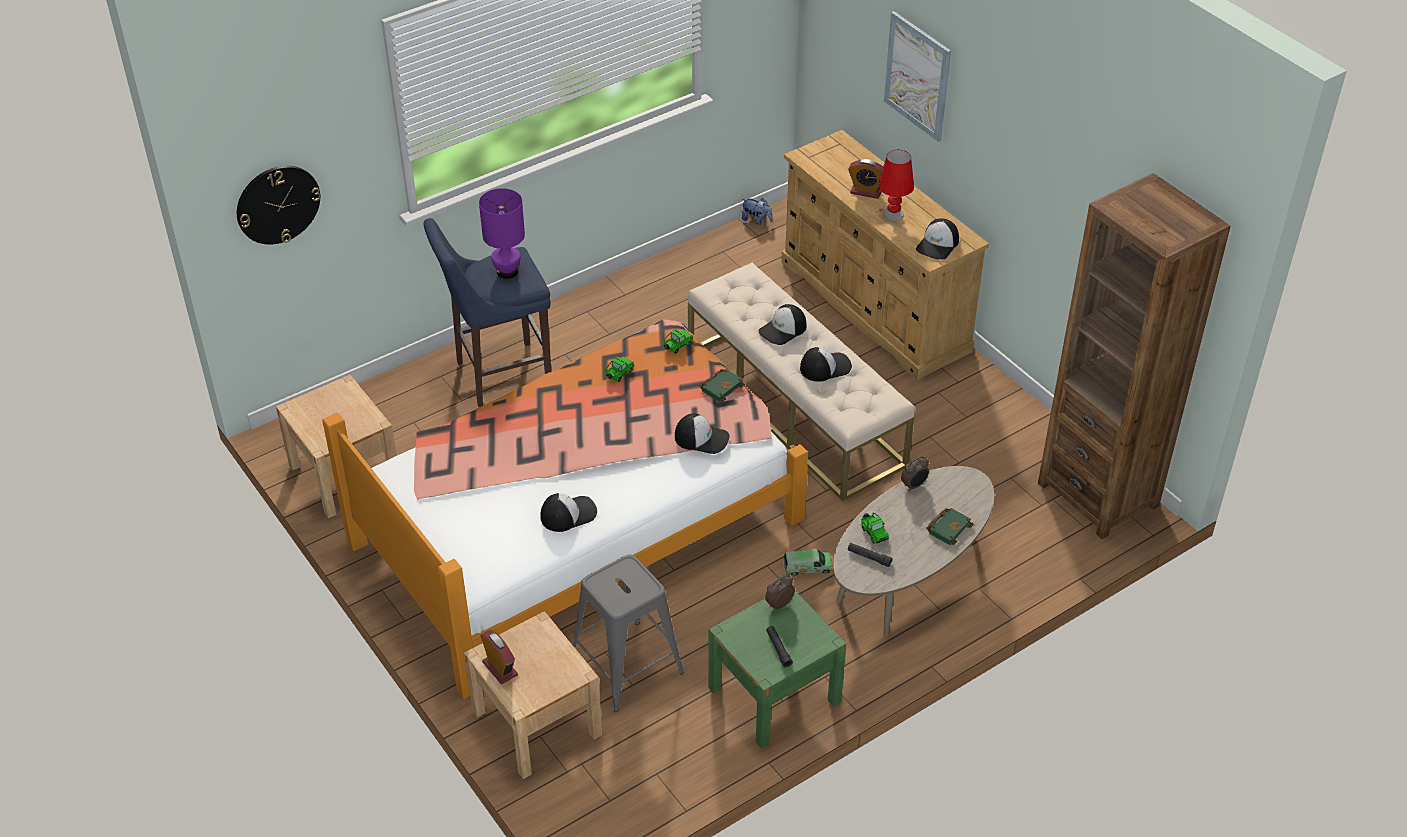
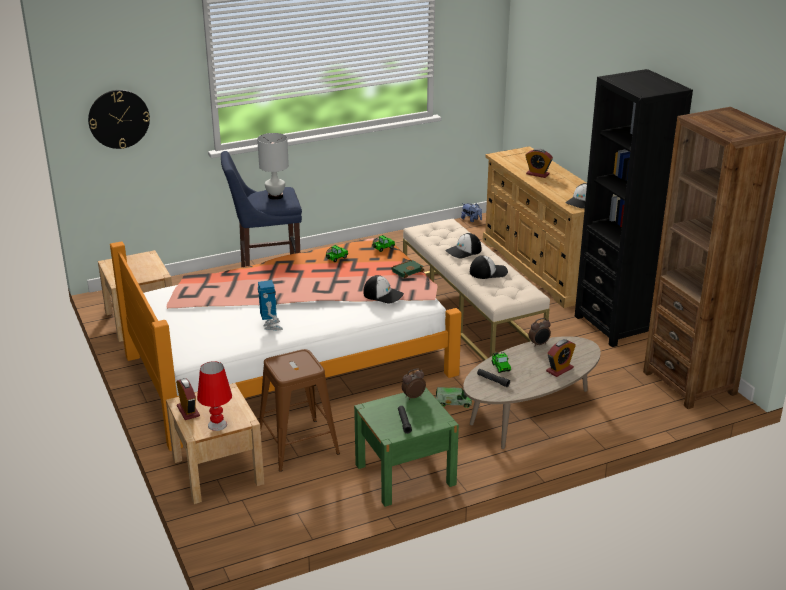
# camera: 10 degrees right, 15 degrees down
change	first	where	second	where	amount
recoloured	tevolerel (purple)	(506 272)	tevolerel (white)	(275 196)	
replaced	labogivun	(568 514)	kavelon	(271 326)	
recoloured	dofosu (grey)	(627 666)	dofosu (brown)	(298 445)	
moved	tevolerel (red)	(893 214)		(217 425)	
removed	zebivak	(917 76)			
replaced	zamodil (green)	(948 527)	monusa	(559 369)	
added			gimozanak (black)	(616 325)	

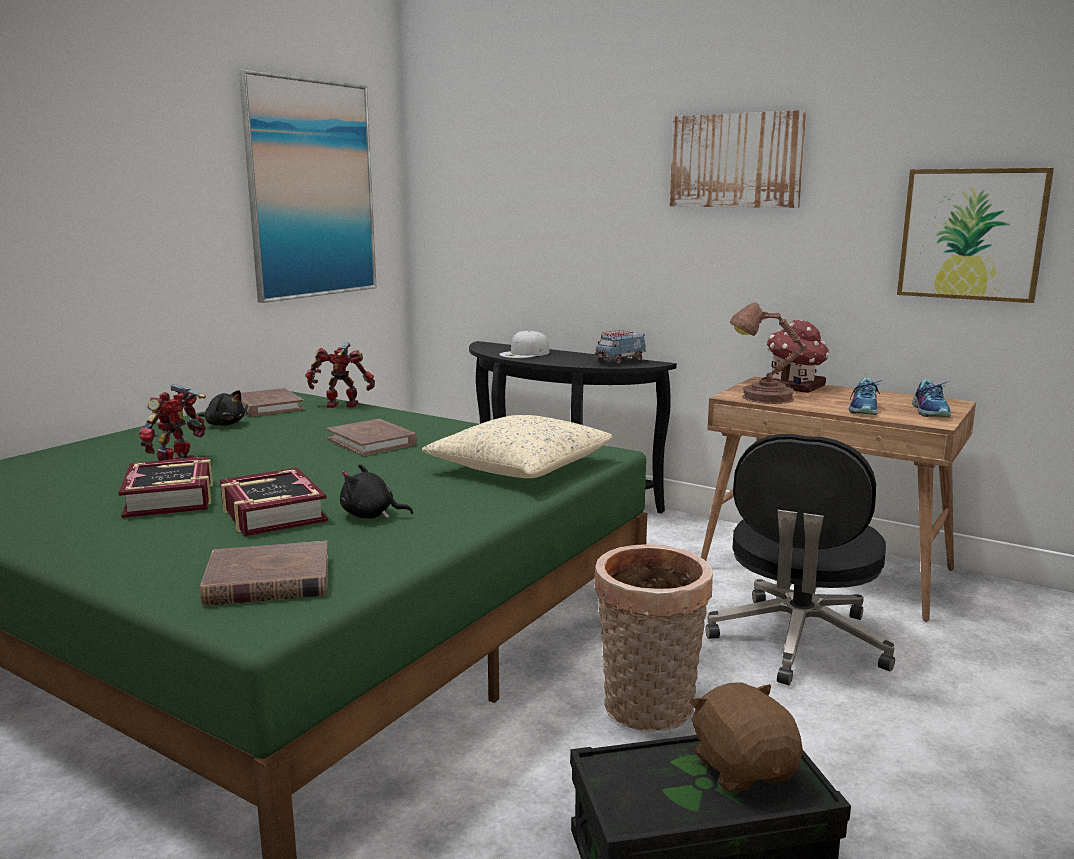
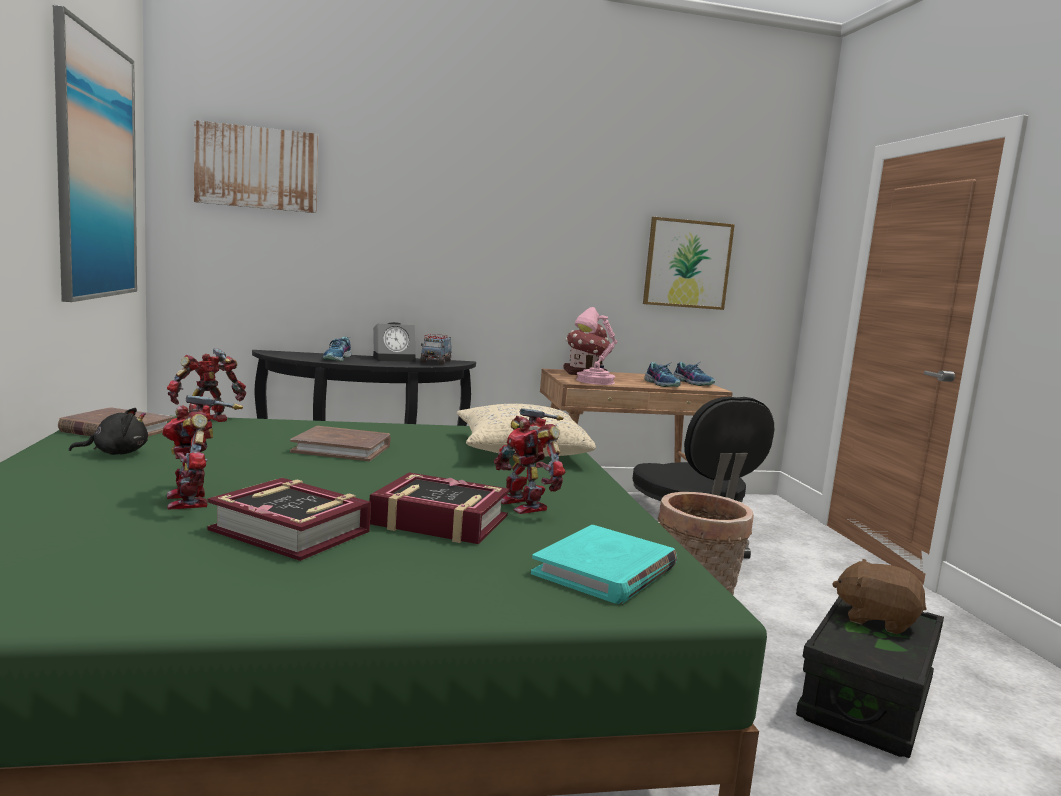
# camera: 45 degrees left, 5 degrees down
change	first	where	second	where	amount
recoloured	zamodil (brown)	(268 581)	zamodil (turquoise)	(605 570)	
replaced	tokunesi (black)	(371 515)	kavelon	(525 505)	
replaced	labogivun (white)	(525 354)	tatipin	(338 358)	
moved	zebivak	(736 161)		(257 168)	
recoloured	tevolerel (brown)	(763 398)	tevolerel (pink)	(593 381)	
added			monusa	(395 359)	

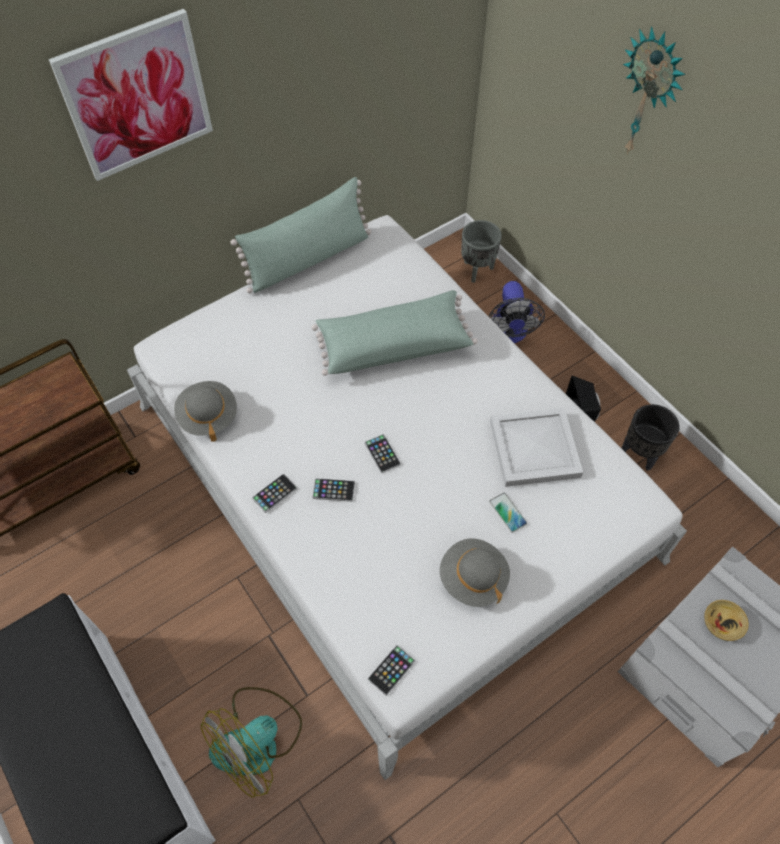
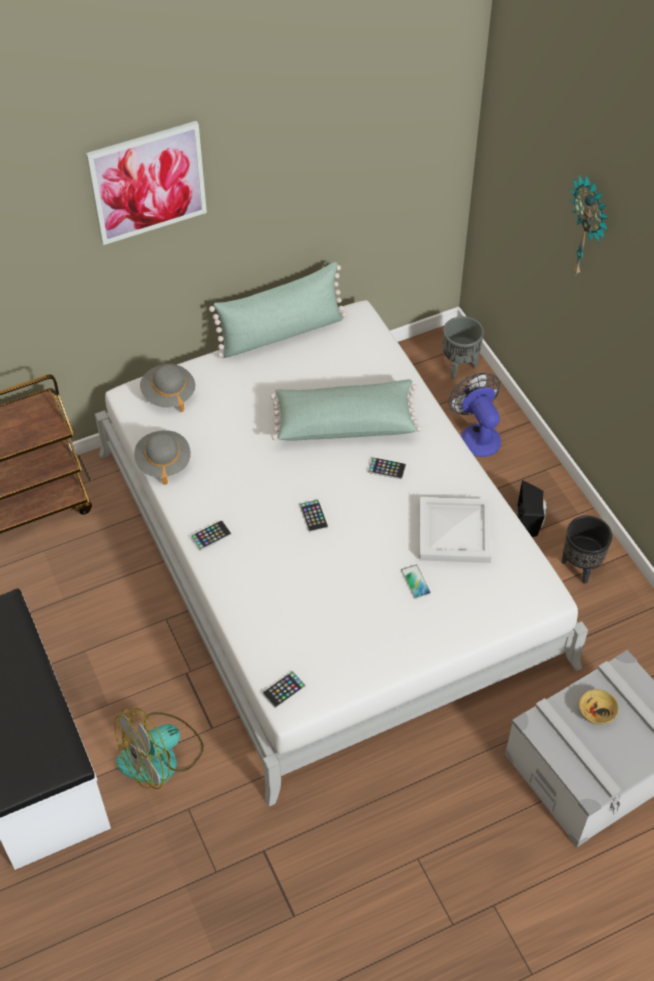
# camera: 10 degrees right, 5 degrees down
change	first	where	second	where	amount
moved	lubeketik	(333 490)		(386 468)	
moved	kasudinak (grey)	(473 578)		(168 394)	
turned	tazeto	(509 334)		(477 434)	150 degrees clockwise

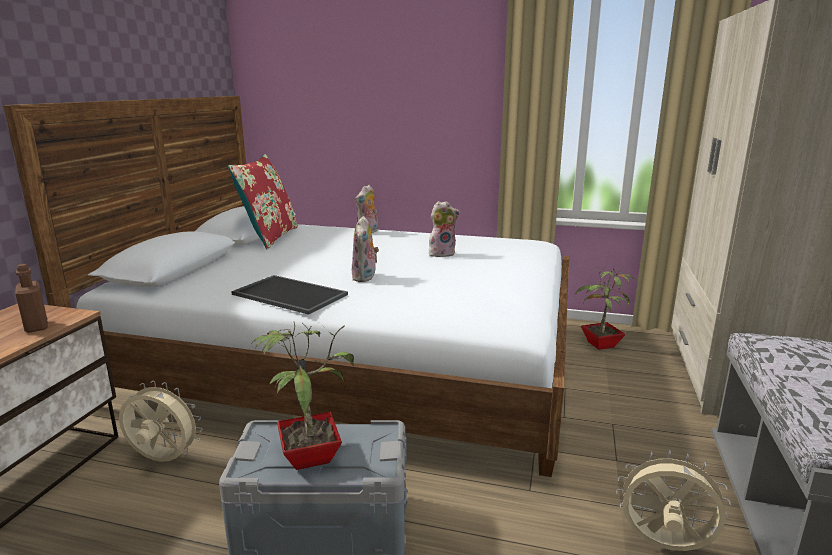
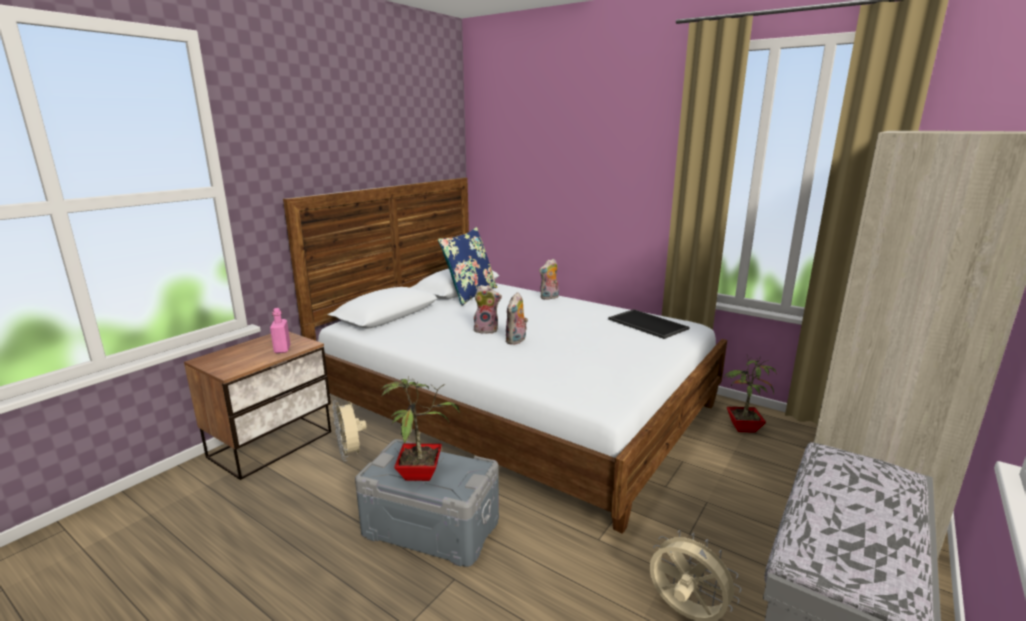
# camera: 20 degrees right, 0 degrees up
change	first	where	second	where	amount
recoloured	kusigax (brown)	(36 326)	kusigax (pink)	(282 349)	
turned	tazeto (beige)	(162 460)		(351 454)	150 degrees counterclockwise
recoloured	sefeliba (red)	(269 237)	sefeliba (blue)	(470 294)	
moved	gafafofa	(287 295)		(646 324)	
moved	tokunesi	(442 253)		(486 330)	

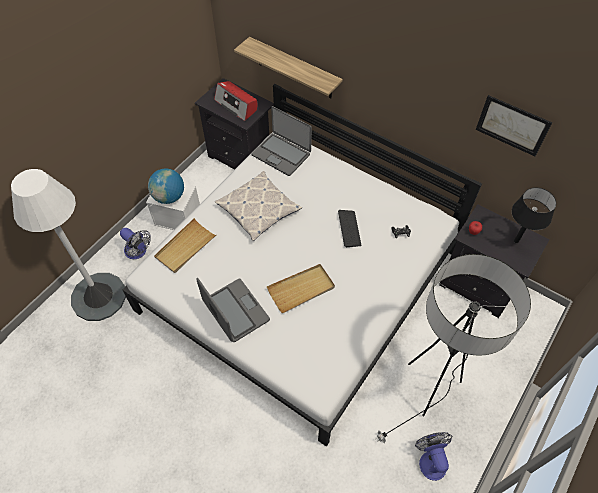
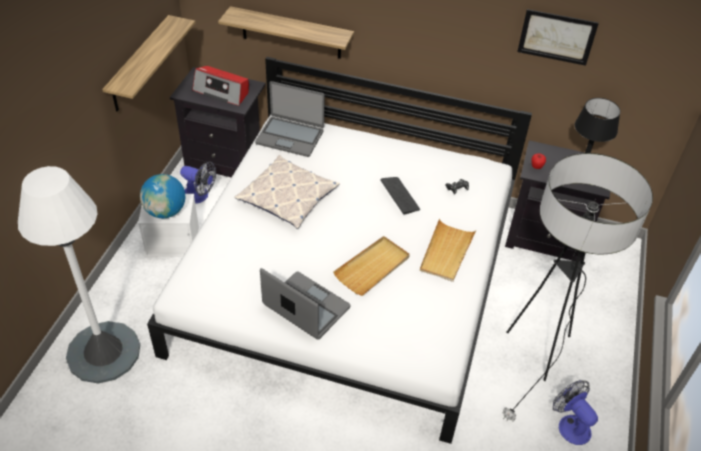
# camera: 20 degrees left, 10 degrees down
change	first	where	second	where	amount
moved	tazeto	(138 252)		(199 196)	
moved	gafafofa (beige)	(185 247)		(446 252)	
added			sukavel	(140 64)	

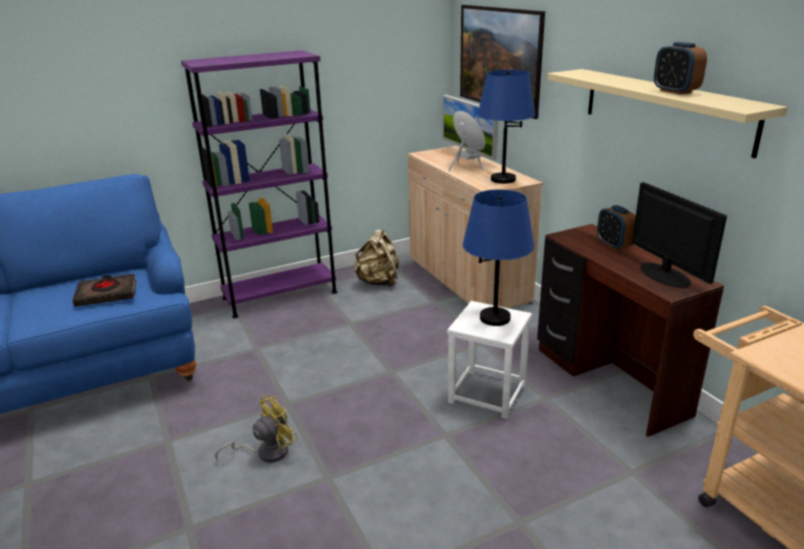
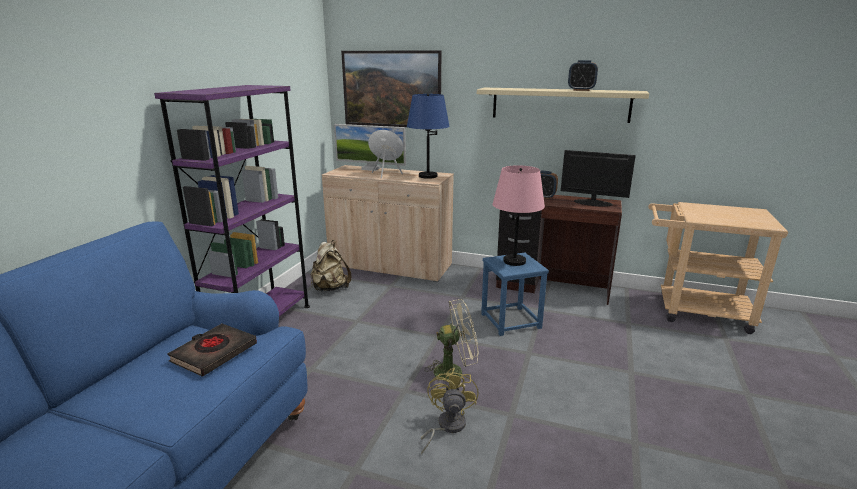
# camera: 45 degrees left, 5 degrees down
change	first	where	second	where	amount
recoloured	dofosu (white)	(487 394)	dofosu (blue)	(511 321)	
recoloured	tevolerel (blue)	(495 318)	tevolerel (pink)	(514 261)	
added			tazeto (beige)	(454 371)	

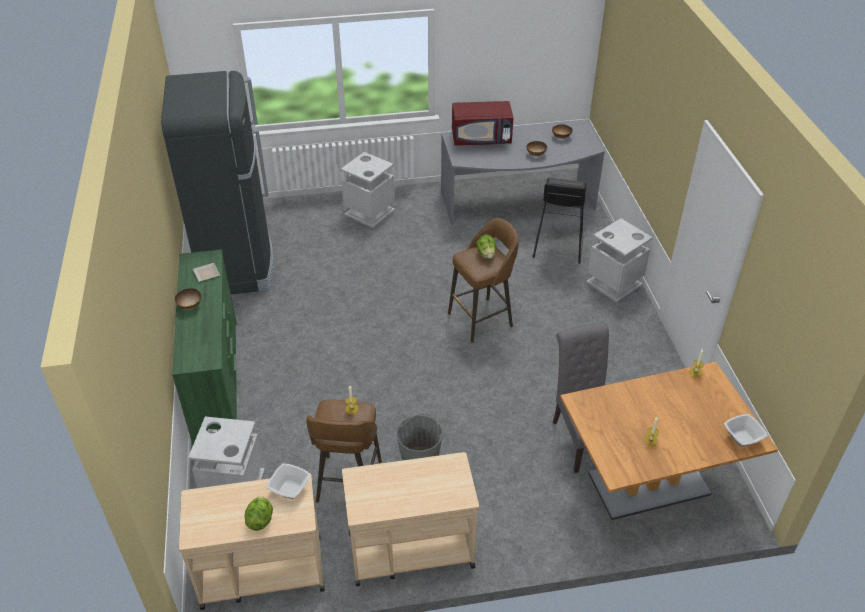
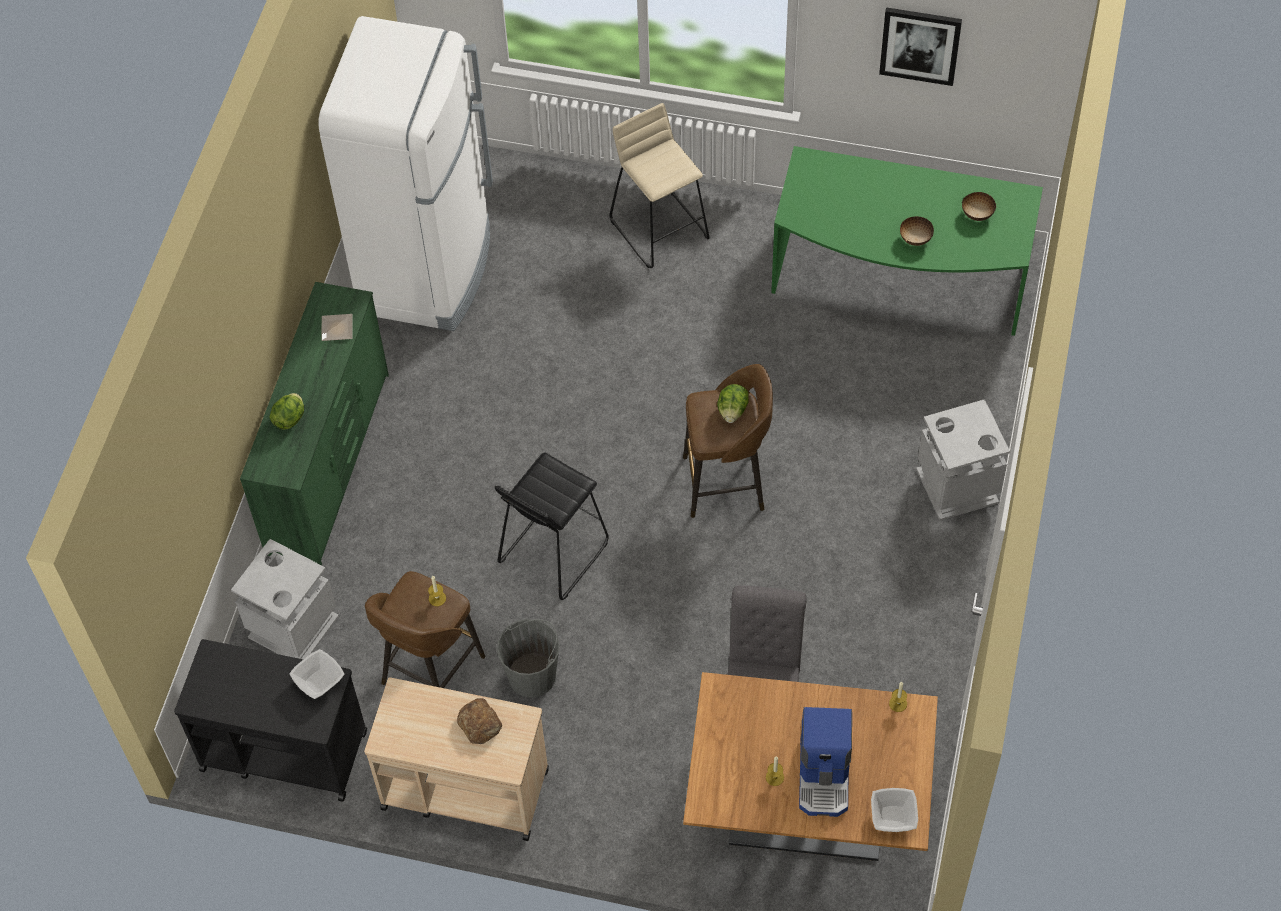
# camera: 25 degrees right, 15 degrees up
change	first	where	second	where	amount
recoloured	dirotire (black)	(237 265)	dirotire (white)	(428 270)	
removed	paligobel	(189 306)			
recoloured	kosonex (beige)	(261 572)	kosonex (black)	(283 750)	
moved	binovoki	(260 519)		(290 418)	
replaced	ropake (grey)	(369 212)	dofosu (beige)	(660 228)	
recoloured	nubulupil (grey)	(518 203)	nubulupil (green)	(899 282)	
removed	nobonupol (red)	(481 138)			
moved	dofosu (black)	(557 246)		(552 552)	
added			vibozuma	(480 723)	
added			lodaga	(825 776)	
added			zebivak	(920 45)	

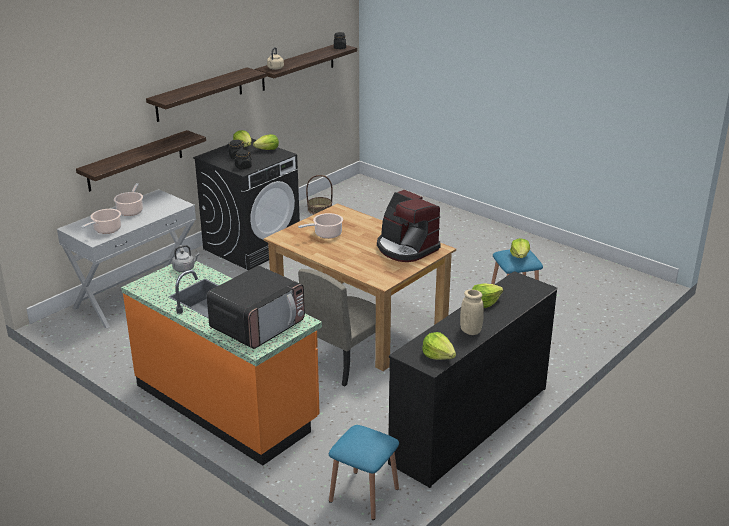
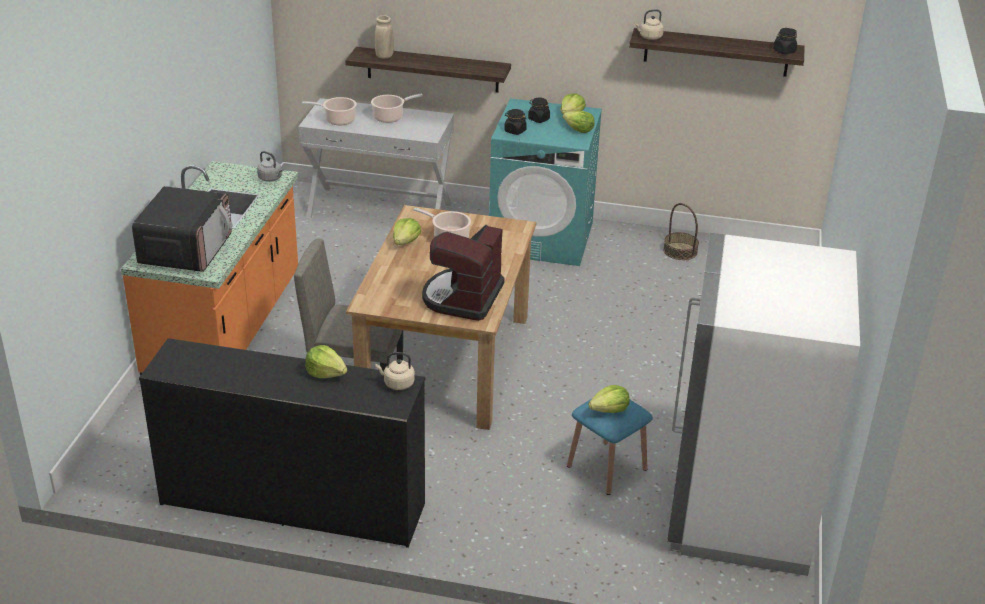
# camera: 60 degrees right, 5 degrees up
change	first	where	second	where	amount
removed	sukavel	(199 94)			
recoloured	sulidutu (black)	(252 246)	sulidutu (turquoise)	(542 238)	
turned	nobonupol	(258 325)		(186 250)	90 degrees counterclockwise
removed	dofosu (blue)	(364 495)			
moved	binovoki	(438 355)		(406 242)	
moved	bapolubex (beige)	(470 331)		(384 56)	
added			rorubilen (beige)	(397 383)	
added			dirotire (white)	(739 510)	

